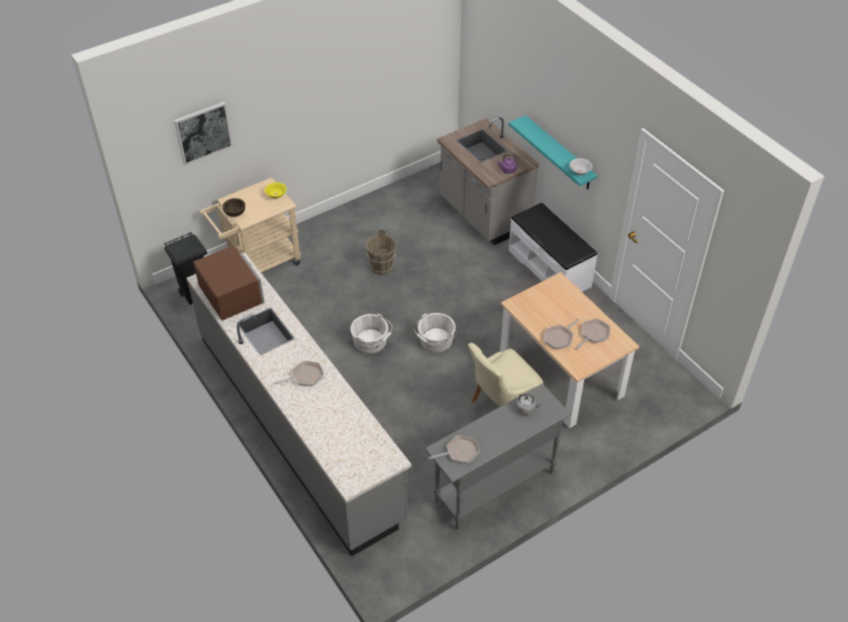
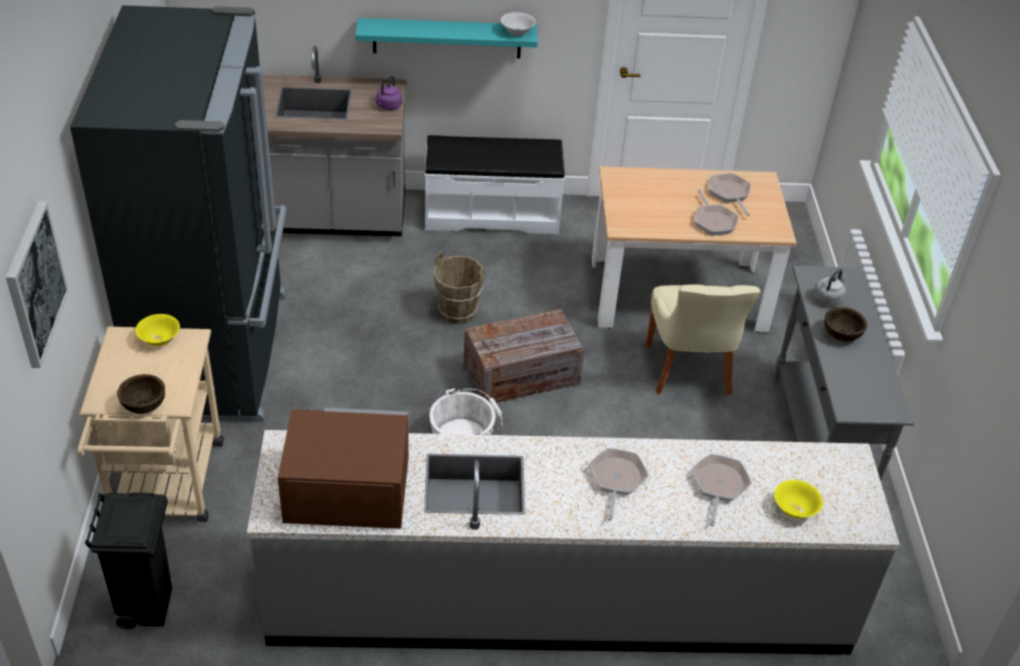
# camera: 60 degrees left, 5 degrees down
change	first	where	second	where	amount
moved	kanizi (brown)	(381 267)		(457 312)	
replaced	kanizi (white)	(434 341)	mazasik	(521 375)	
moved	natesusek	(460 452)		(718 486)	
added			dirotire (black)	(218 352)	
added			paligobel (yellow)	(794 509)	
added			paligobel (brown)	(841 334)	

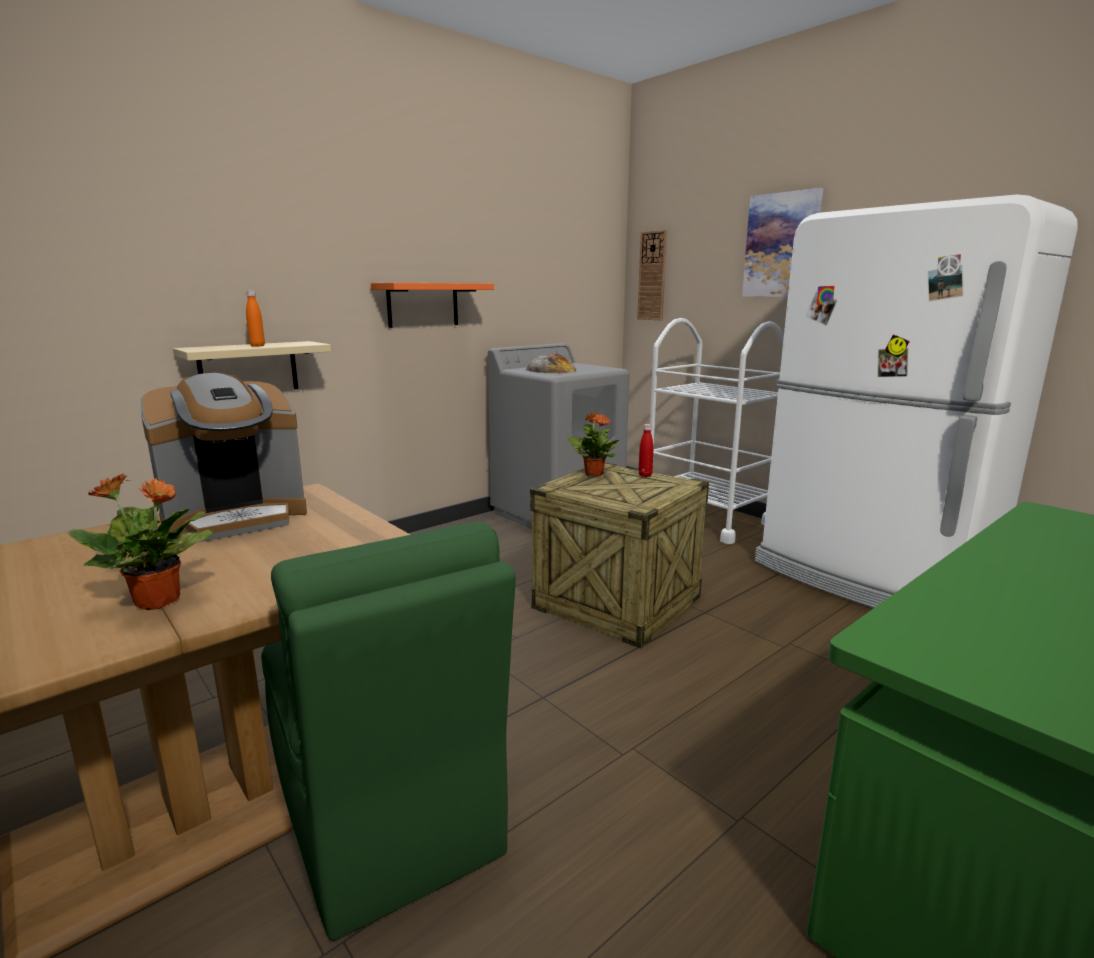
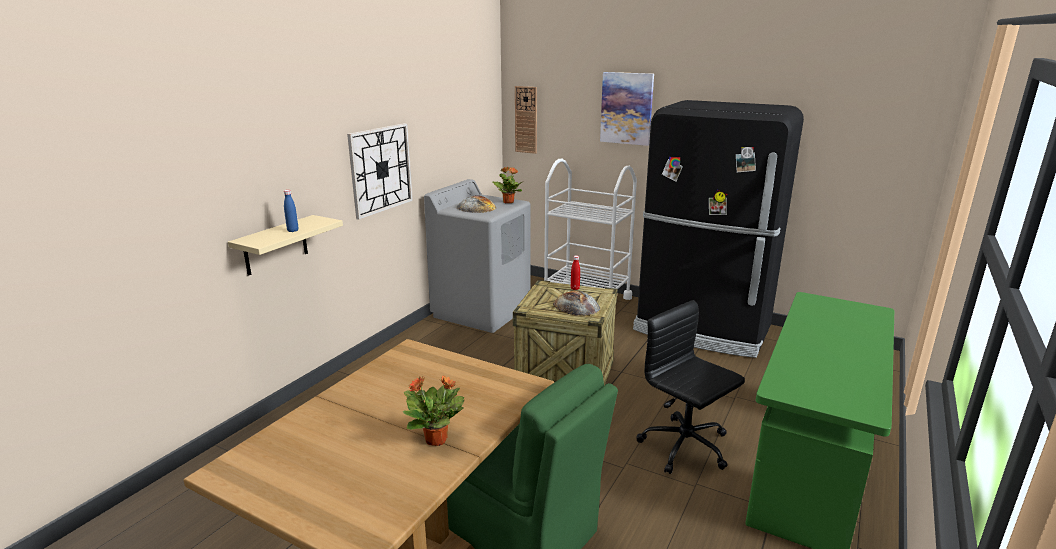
# camera: 20 degrees left, 5 degrees up
change	first	where	second	where	amount
removed	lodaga	(236 518)			
recoloured	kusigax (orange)	(257 346)	kusigax (blue)	(293 230)	
replaced	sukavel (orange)	(423 305)	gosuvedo	(381 169)	
moved	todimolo	(594 473)		(508 202)	
recoloured	dirotire (white)	(870 577)	dirotire (black)	(702 329)	
added			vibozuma	(576 306)	
added			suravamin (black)	(686 447)	

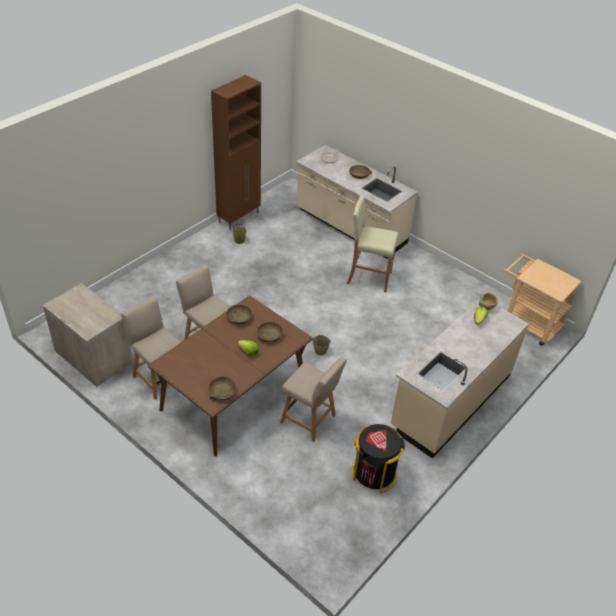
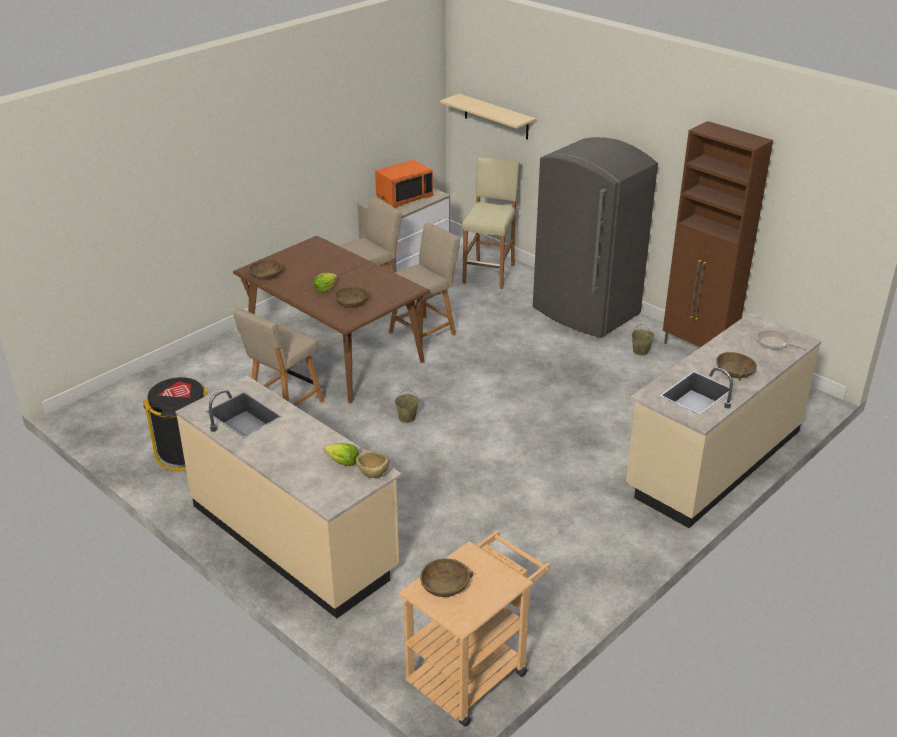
# camera: 95 degrees right, 10 degrees down
change	first	where	second	where	amount
moved	paligobel (brown)	(239 317)		(445 584)	
moved	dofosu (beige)	(368 278)		(489 273)	
added			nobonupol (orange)	(404 197)	
added			sukavel (beige)	(496 117)	
added			dirotire (grey)	(585 312)	

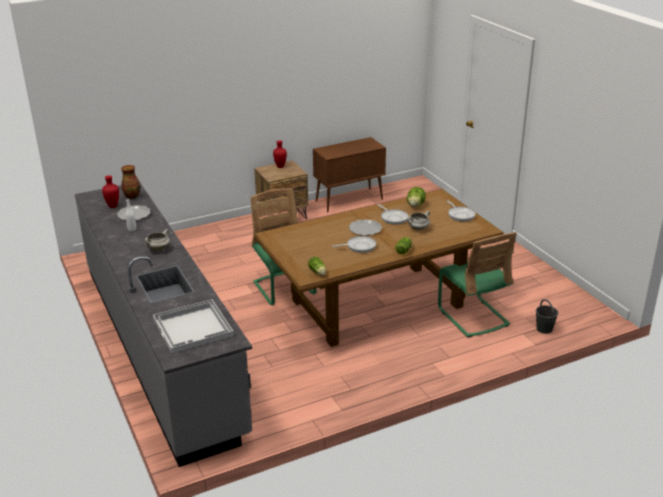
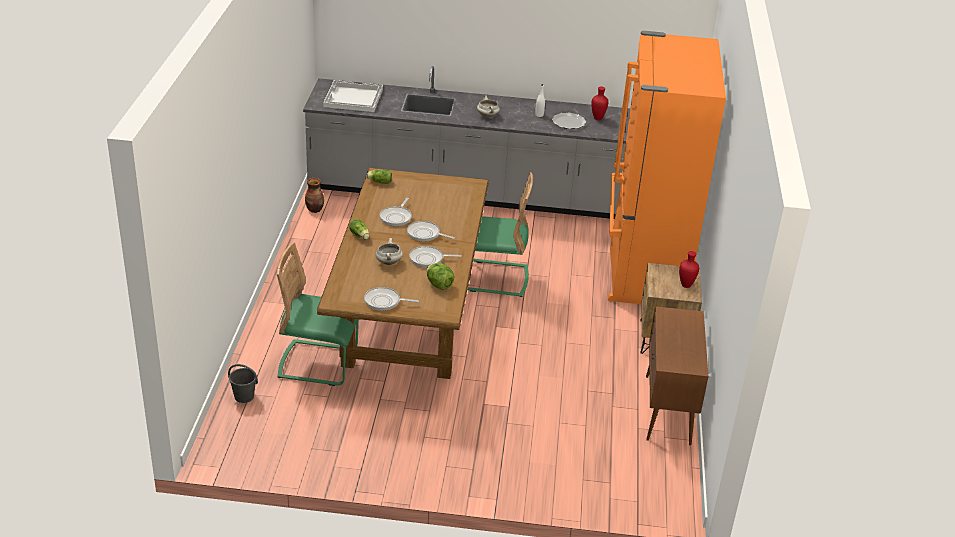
# camera: 120 degrees right, 5 degrees up
change	first	where	second	where	amount
moved	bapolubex	(132 196)		(315 210)	
replaced	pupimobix	(365 229)	natesusek	(425 234)	
added			dirotire (orange)	(643 270)	

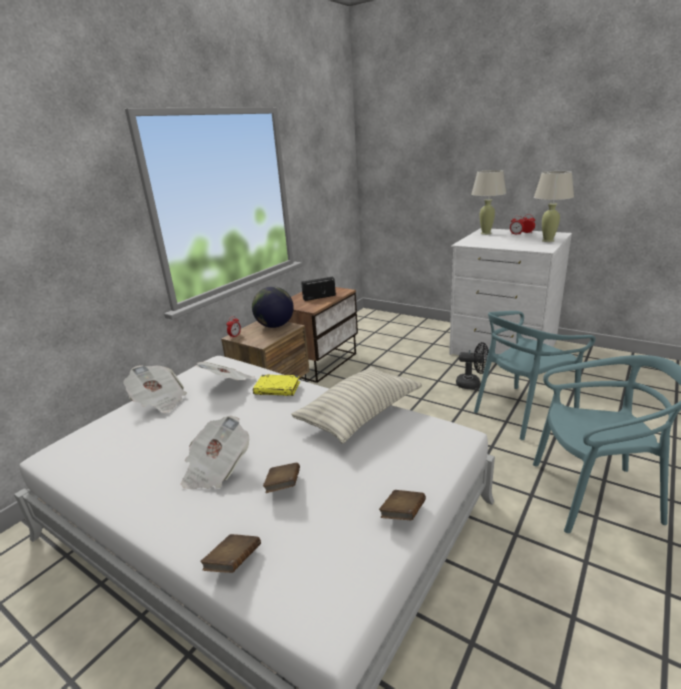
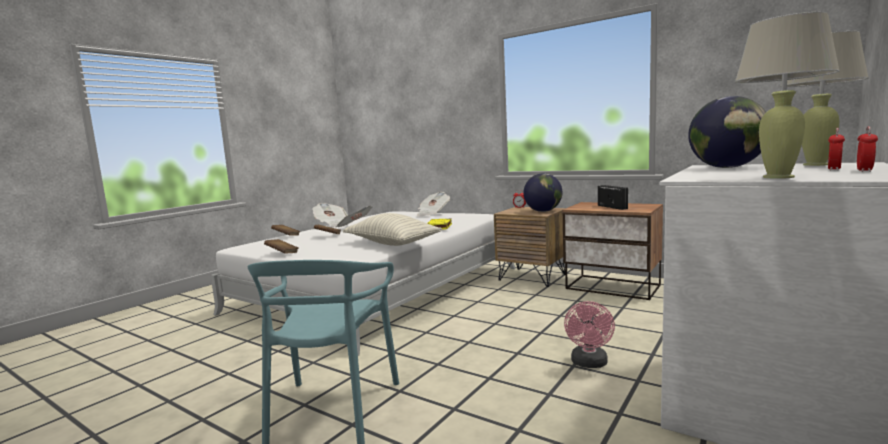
# camera: 90 degrees right, 15 degrees down
change	first	where	second	where	amount
moved	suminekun	(228 383)		(332 224)	
recoloured	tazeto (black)	(472 384)	tazeto (pink)	(589 364)	
removed	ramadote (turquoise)	(523 412)			
added			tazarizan	(727 167)	

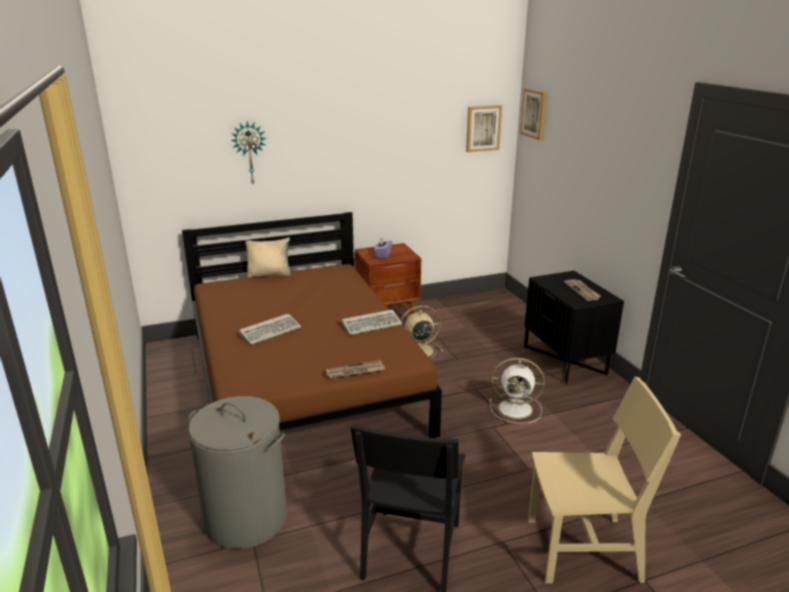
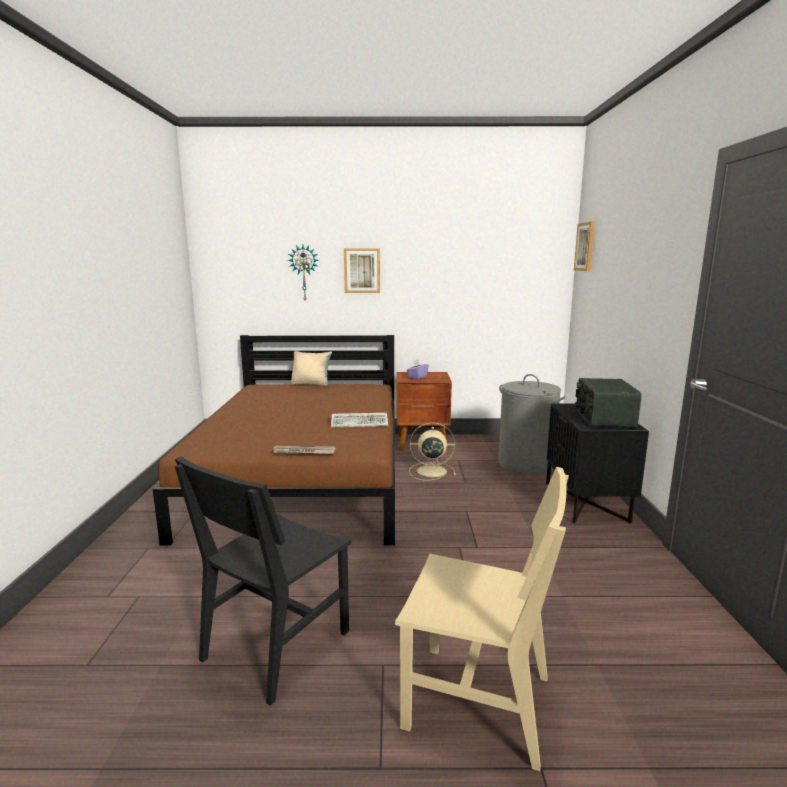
# camera: 20 degrees right, 10 degrees down
change	first	where	second	where	amount
moved	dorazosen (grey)	(247 518)		(526 464)	
removed	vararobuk	(271 331)			
moved	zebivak	(483 128)		(362 270)	
removed	tazeto (white)	(517 409)			
replaced	suminekun	(582 291)	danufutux	(603 418)	

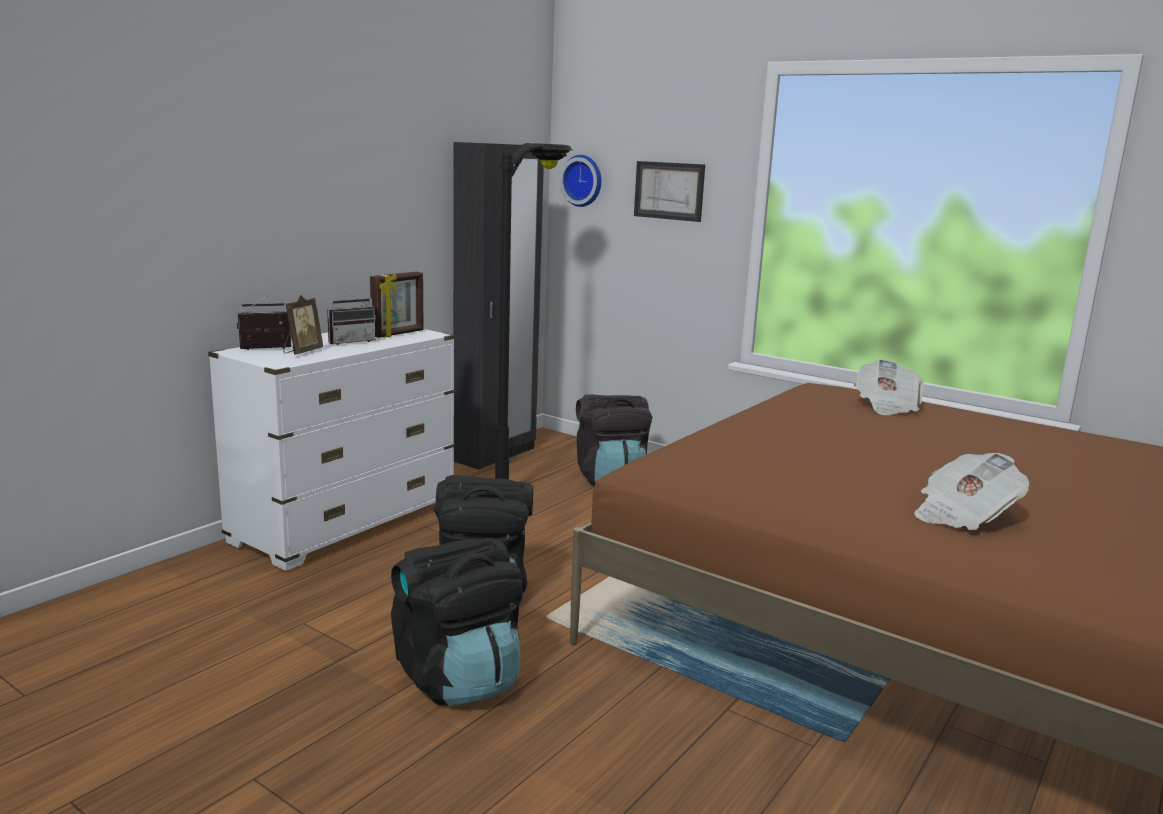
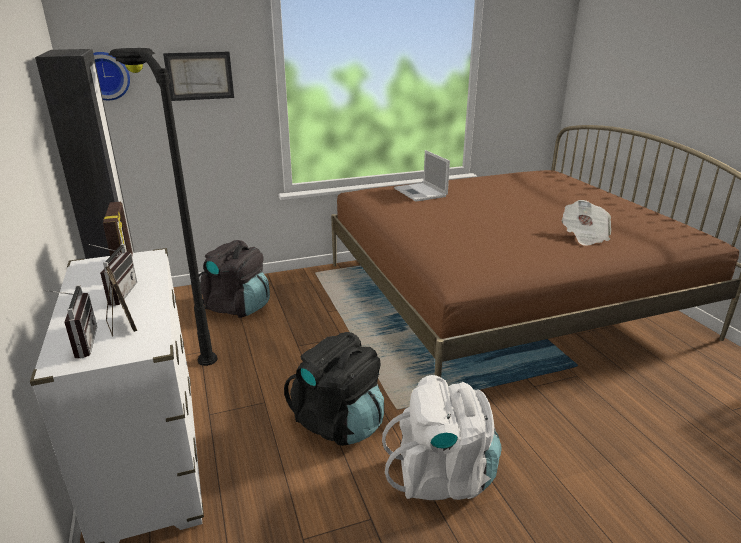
# camera: 55 degrees left, 10 degrees up
change	first	where	second	where	amount
turned	danufutux	(265 349)		(79 344)	150 degrees clockwise
recoloured	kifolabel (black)	(457 677)	kifolabel (white)	(442 477)	
replaced	suminekun	(886 406)	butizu	(421 193)	

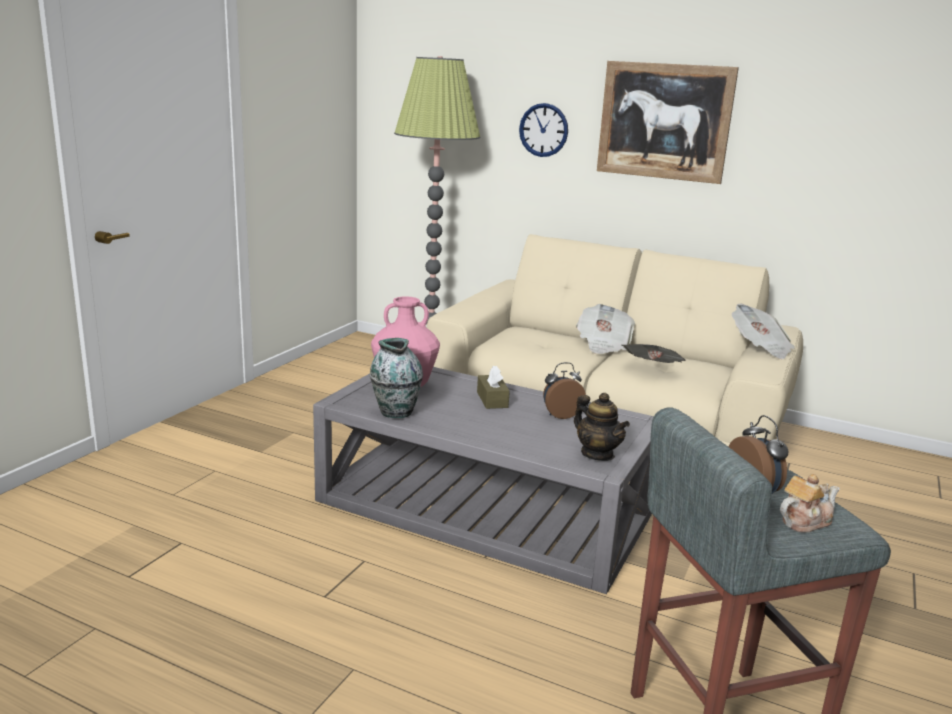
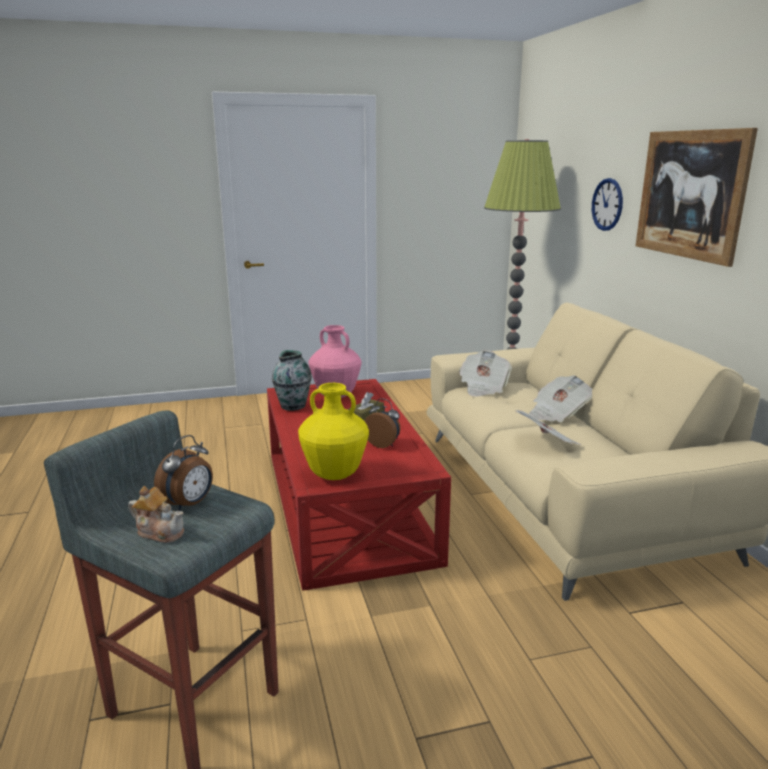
# camera: 50 degrees right, 0 degrees up
change	first	where	second	where	amount
recoloured	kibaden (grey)	(485 507)	kibaden (red)	(348 504)	
replaced	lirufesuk	(597 454)	bapolubex (yellow)	(335 474)	
moved	suminekun	(760 348)		(483 387)	

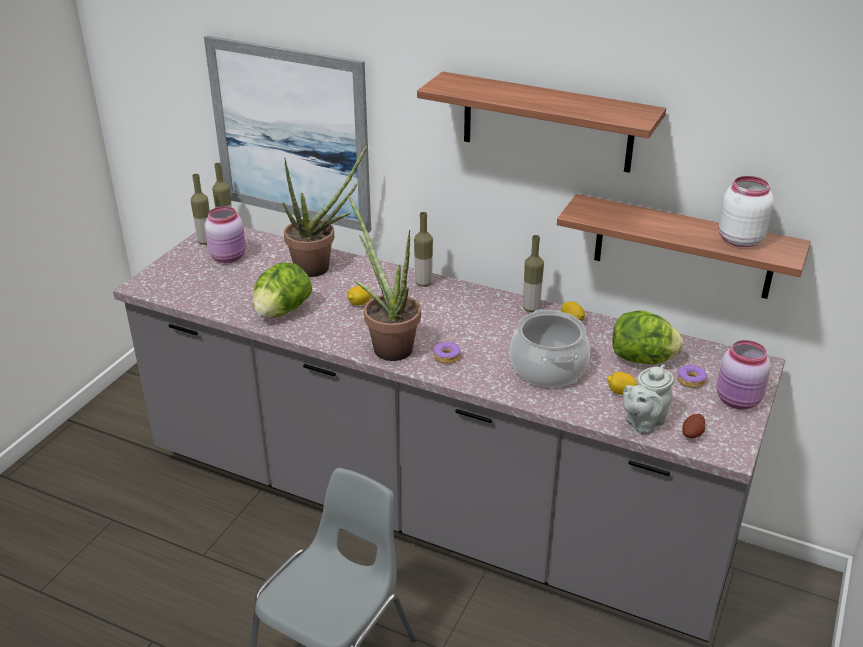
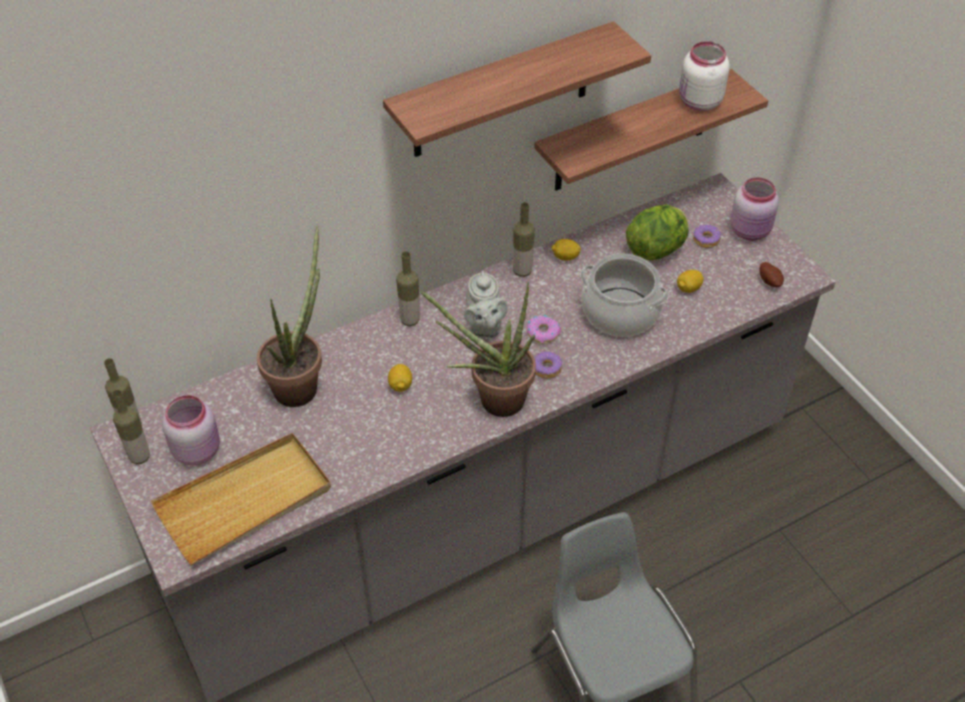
# camera: 55 degrees left, 15 degrees up
change	first	where	second	where	amount
removed	zebivak	(290 134)			
removed	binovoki	(282 311)			
moved	lirufesuk (grey)	(643 422)		(484 327)	
added			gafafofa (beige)	(245 501)	
added			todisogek	(543 333)	

